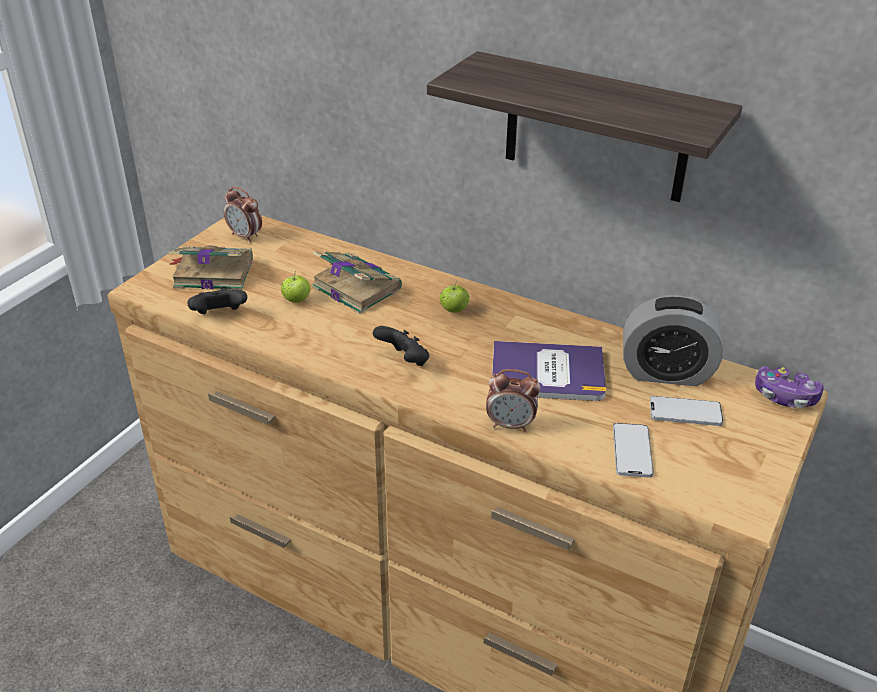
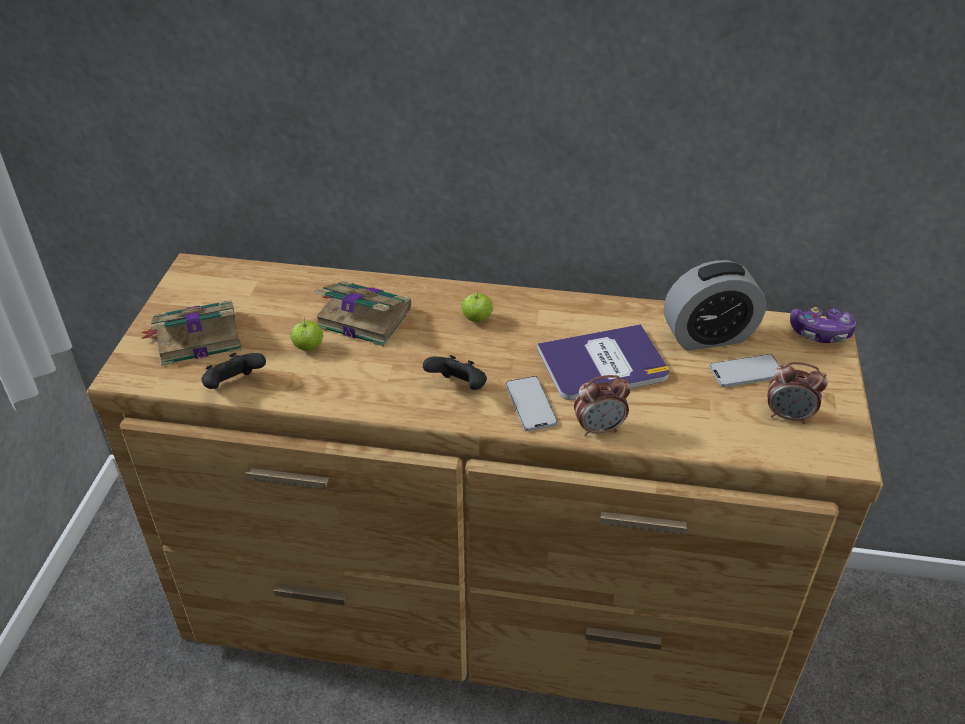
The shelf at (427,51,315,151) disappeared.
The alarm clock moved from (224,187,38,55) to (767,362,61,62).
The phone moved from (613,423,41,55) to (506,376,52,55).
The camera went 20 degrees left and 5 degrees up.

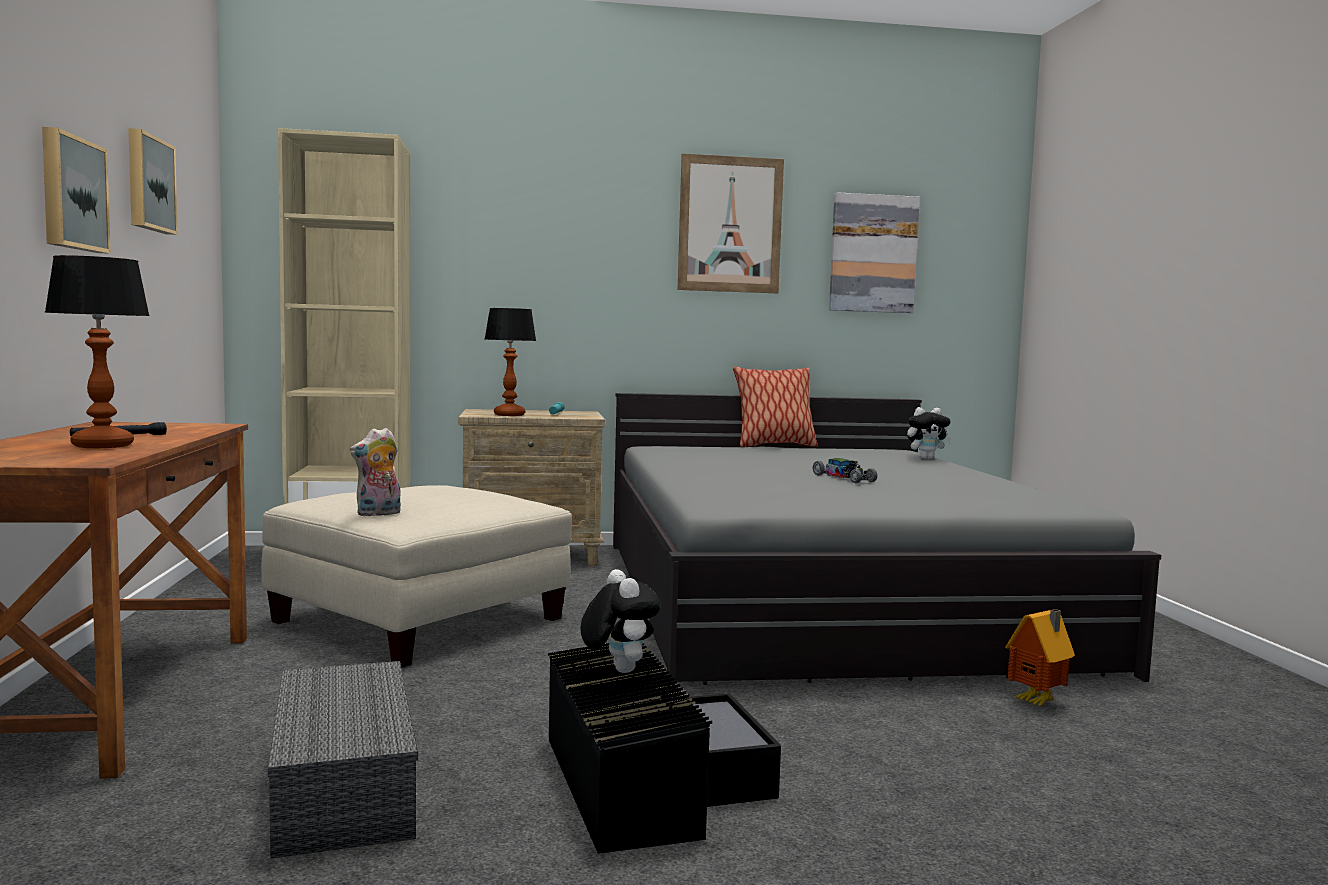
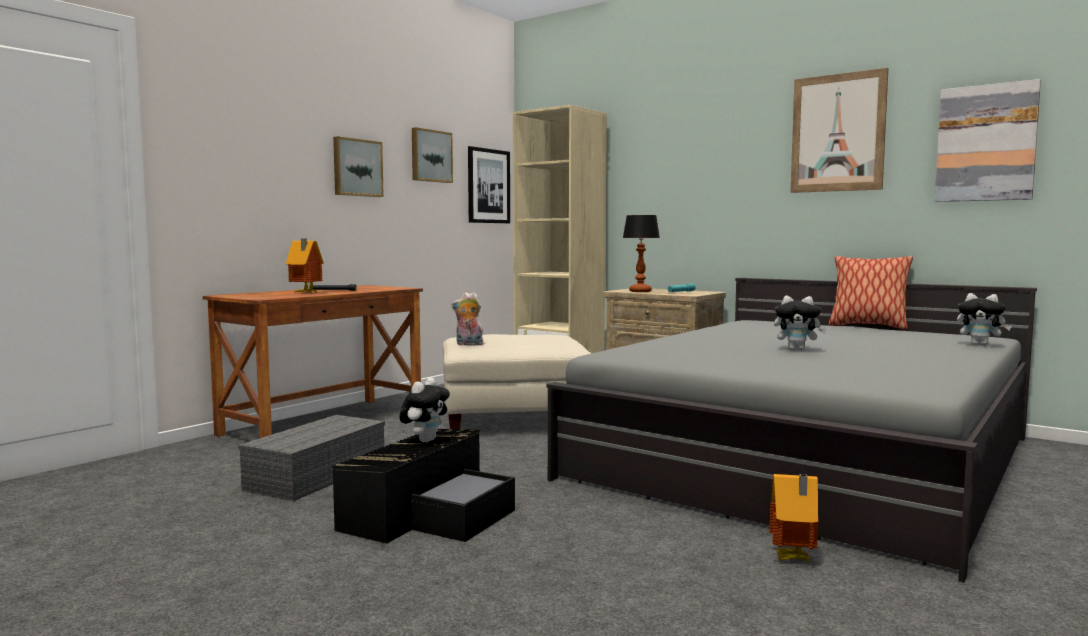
The table lamp at (45,255,105,193) was replaced by the toy house at (286,239,38,54).
The toy car at (813,458,64,25) was replaced by the plush toy at (774,295,53,56).
The picture at (468,146,42,77) appeared.
The camera went 45 degrees right and 0 degrees up.

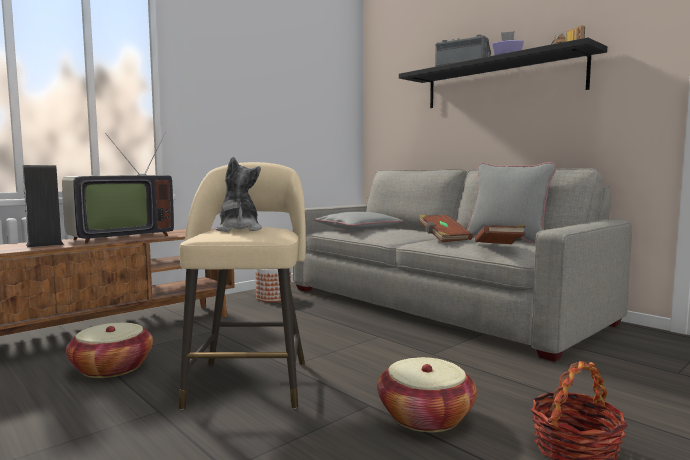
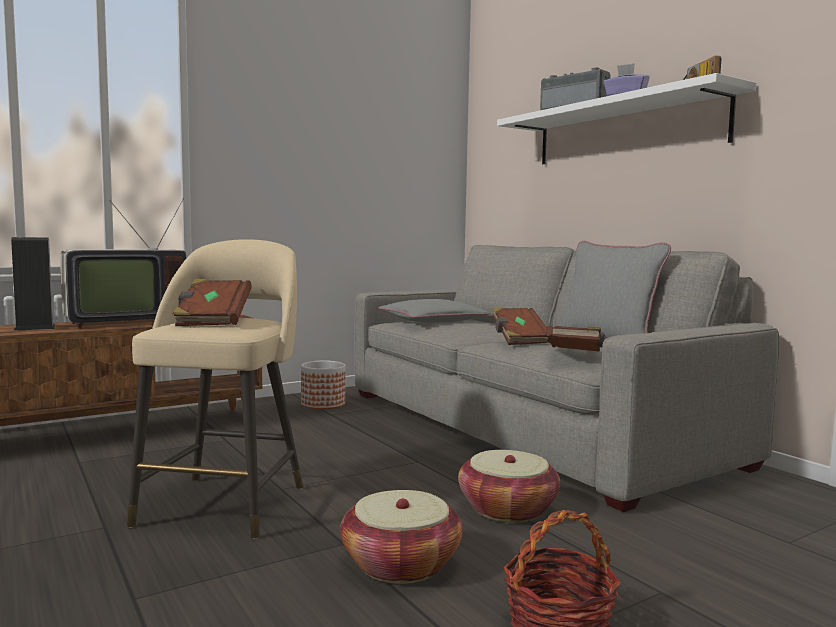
The shelf (black) at (399,38,208,70) became the shelf (white) at (497,73,259,91).
The plush toy at (216,157,46,75) was replaced by the book (brown) at (173,279,79,47).
The basket moved from (66,323,87,55) to (458,450,102,73).
The camera went 10 degrees right and 0 degrees up.

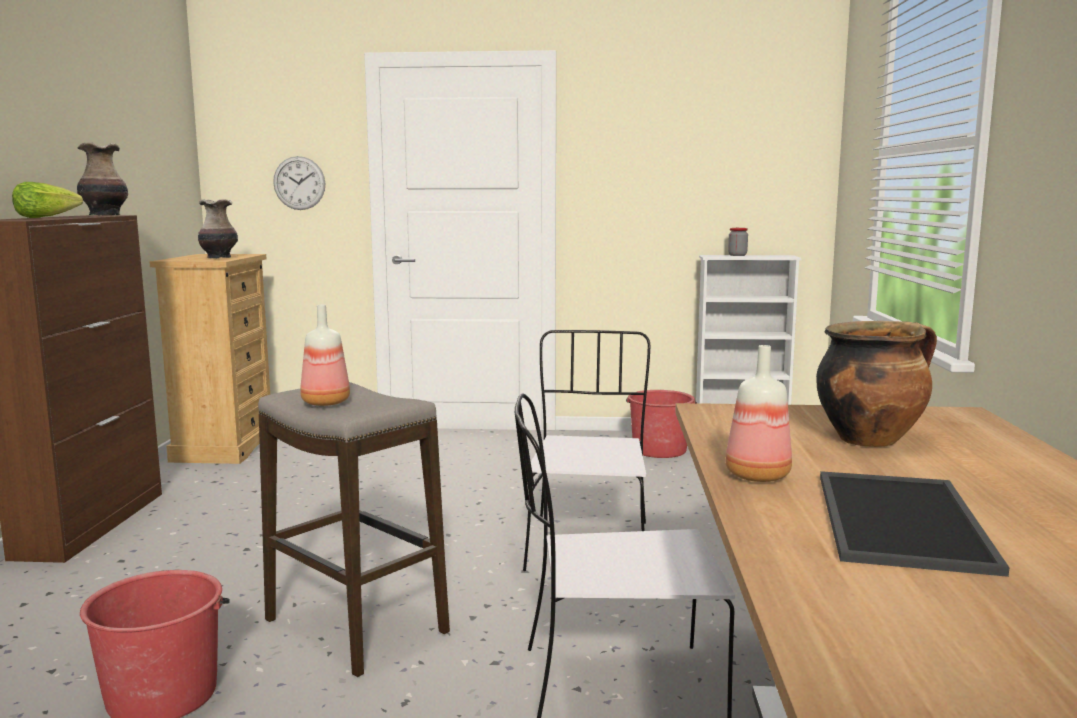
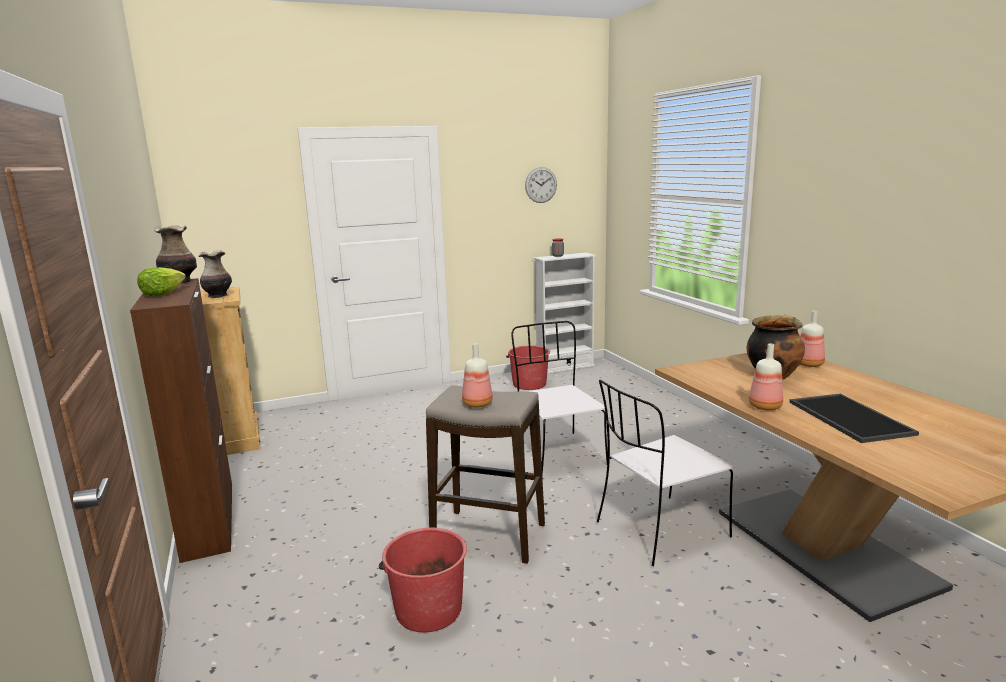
The wall clock moved from (273,156,52,54) to (525,167,32,36).
The bottle at (800,311,25,56) appeared.
The camera went 25 degrees left and 5 degrees up.

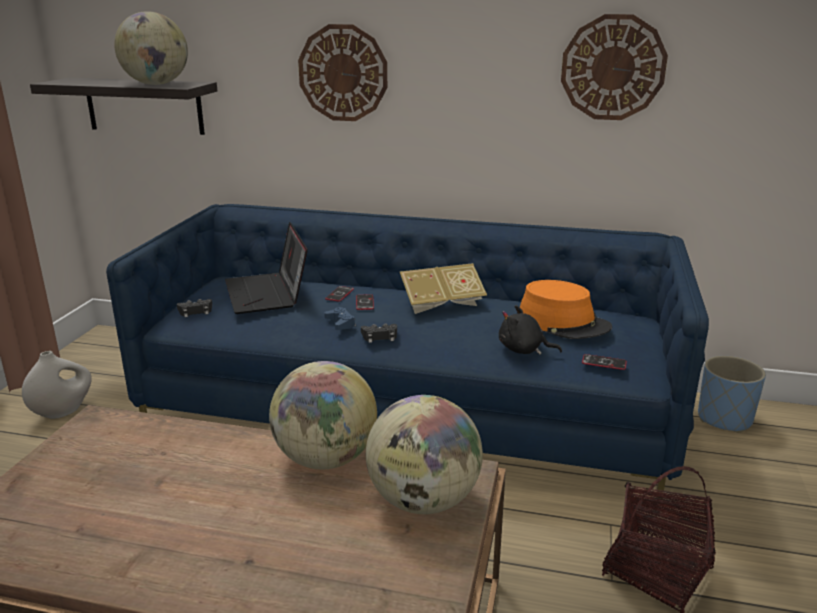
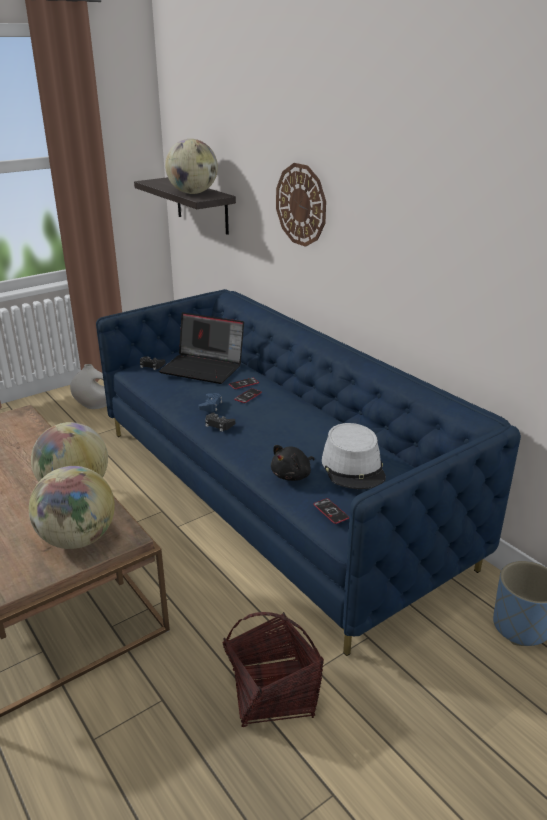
The wall clock at (561,14,107,106) disappeared.
The laptop at (225,222,83,92) turned 90 degrees counterclockwise.
The book at (400,263,87,51) disappeared.
The hat (orange) at (520,280,92,59) became the hat (grey) at (322,423,64,66).
The plush toy (black) at (499,305,63,50) turned 105 degrees counterclockwise.
The camera went 40 degrees right and 5 degrees up.

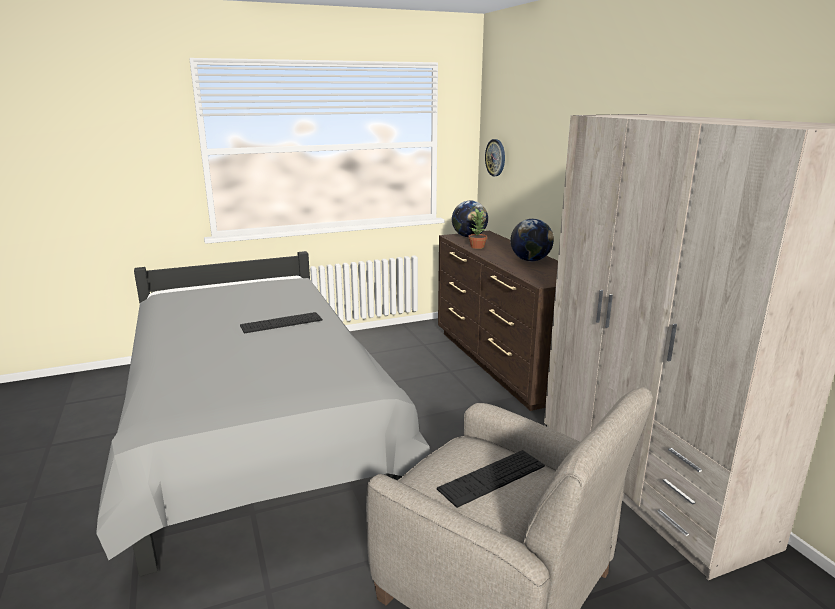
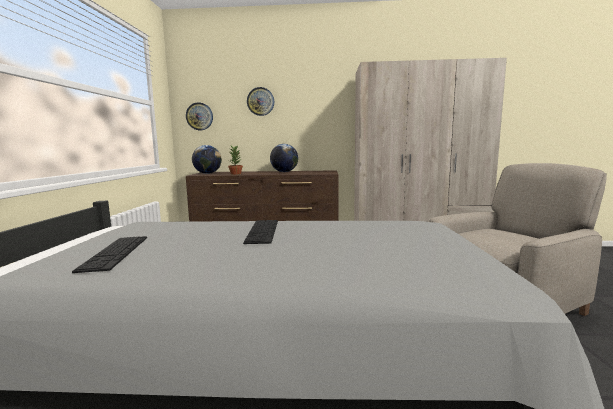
The keyboard moved from (437,450,108,58) to (72,236,75,37).
The wall clock at (247,87,27,29) appeared.
The camera went 65 degrees left and 10 degrees down.

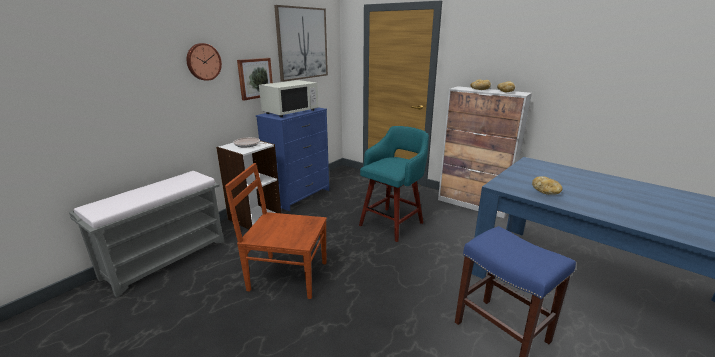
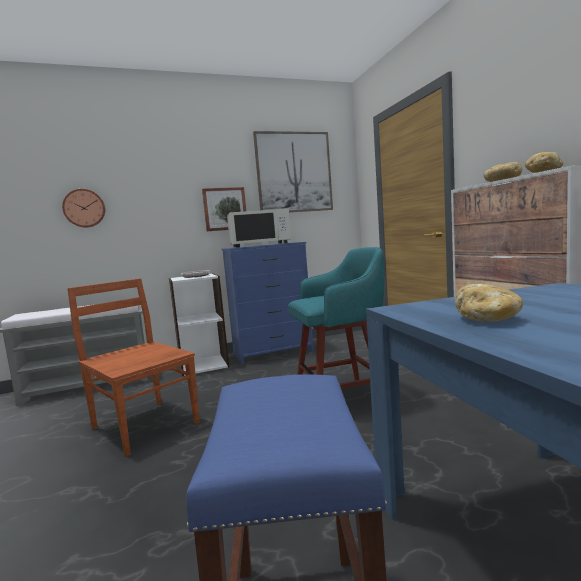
The wall clock moved from (186,43,36,38) to (62,189,43,39).
The camera went 35 degrees right and 15 degrees down.

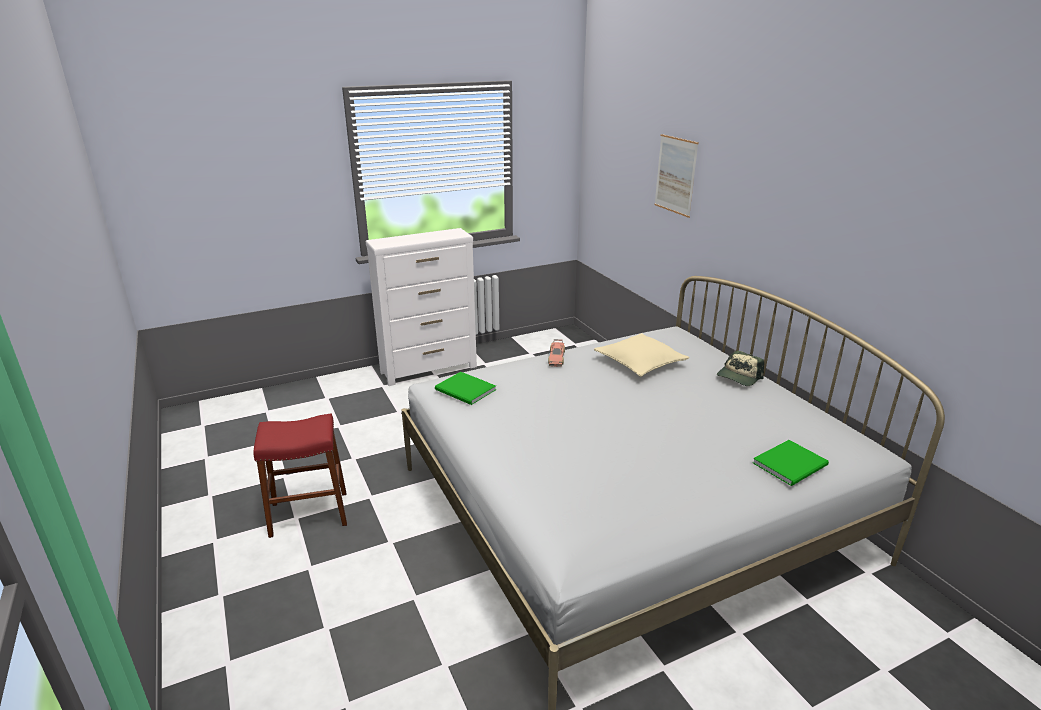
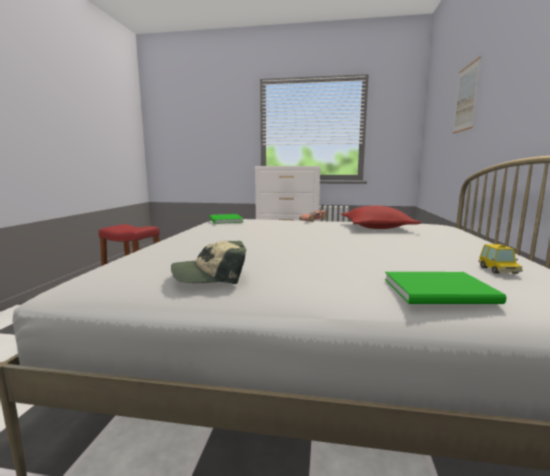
The pillow (beige) at (594,333,96,44) became the pillow (red) at (341,206,80,23).
The cap moved from (717,350,47,36) to (171,241,75,43).
The toy car at (478,244,44,30) appeared.
The camera went 35 degrees right and 15 degrees down.

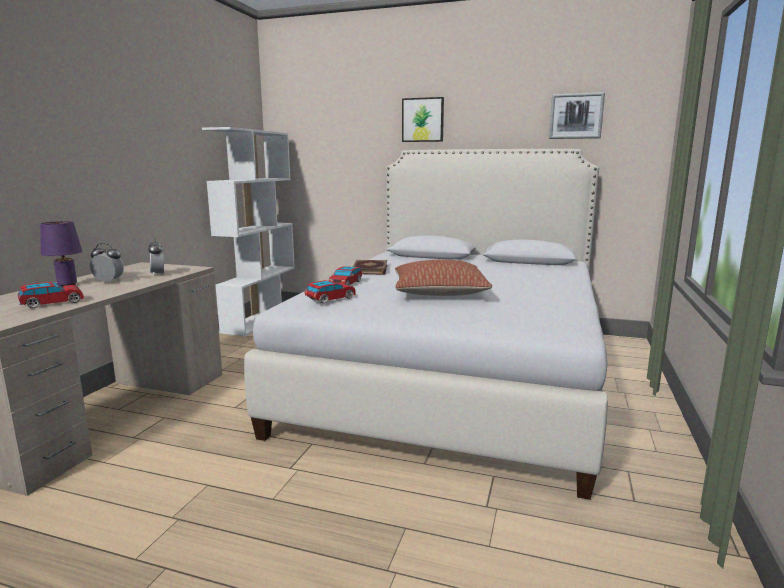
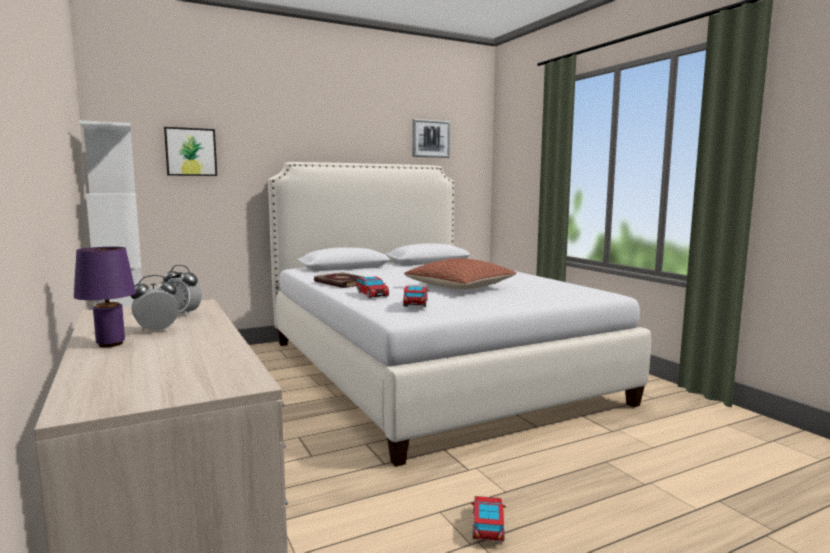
The picture moved from (402,97,42,45) to (164,127,53,49).
The toy car moved from (18,282,66,26) to (471,496,35,47).
The camera went 45 degrees left and 5 degrees down.

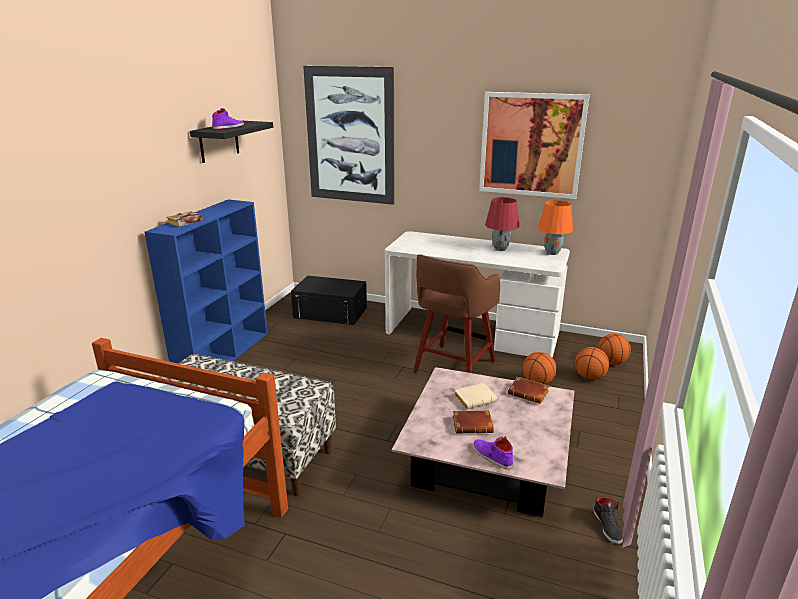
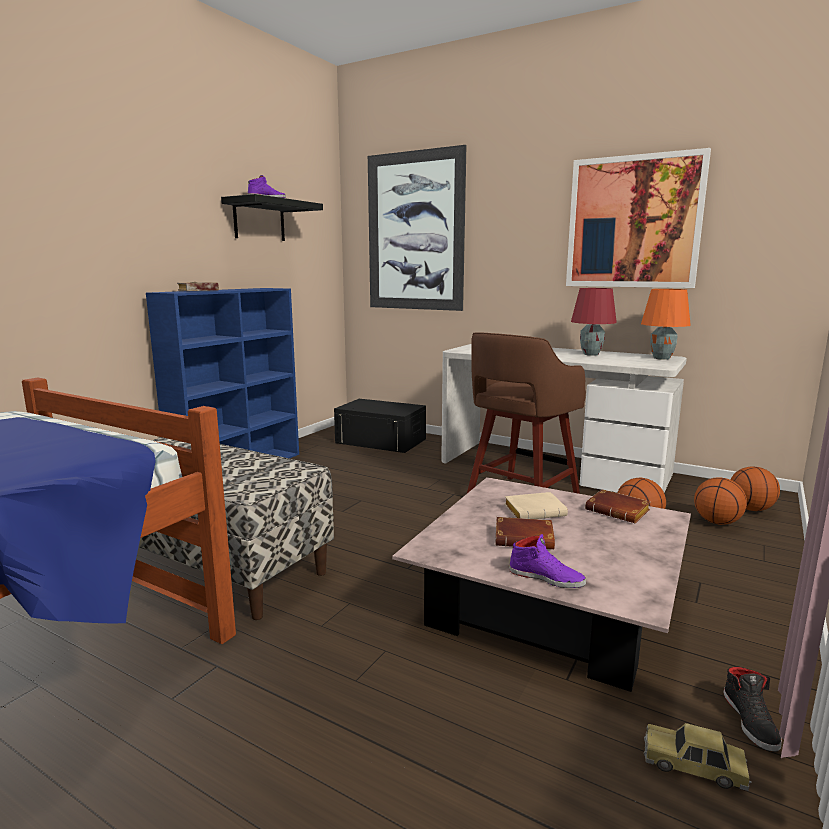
The shoe (purple) at (473,436,40,33) turned 150 degrees clockwise.
The toy car at (644,723,108,68) appeared.
The camera went 10 degrees right and 10 degrees down.

